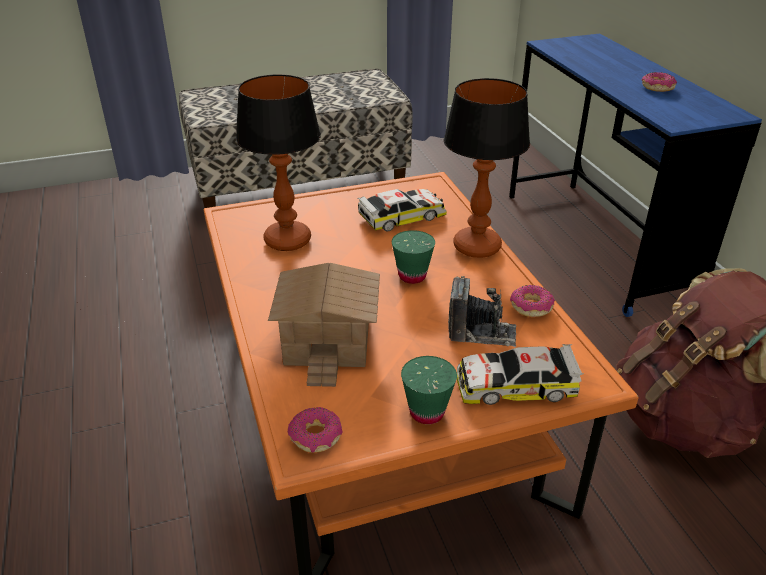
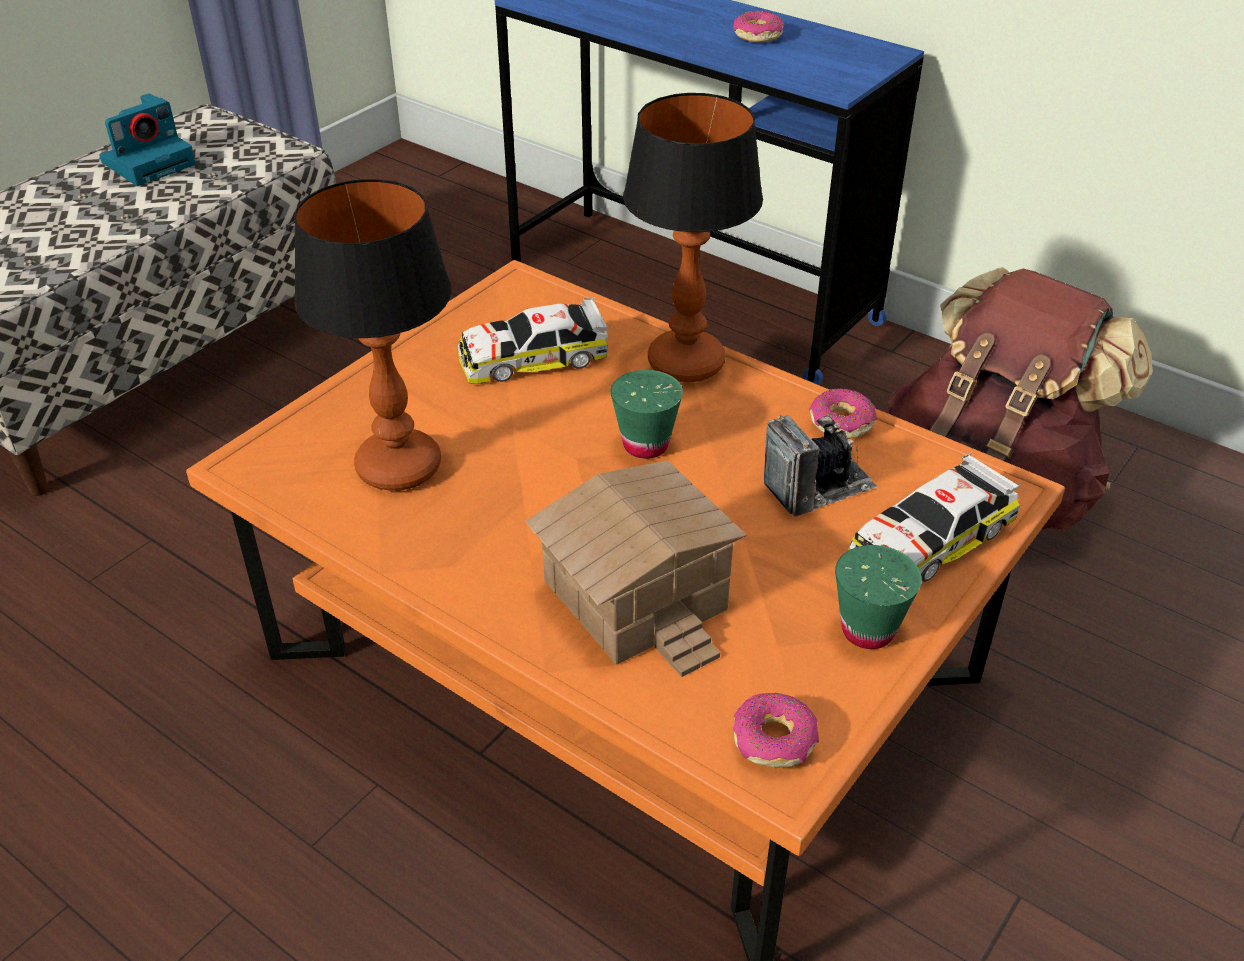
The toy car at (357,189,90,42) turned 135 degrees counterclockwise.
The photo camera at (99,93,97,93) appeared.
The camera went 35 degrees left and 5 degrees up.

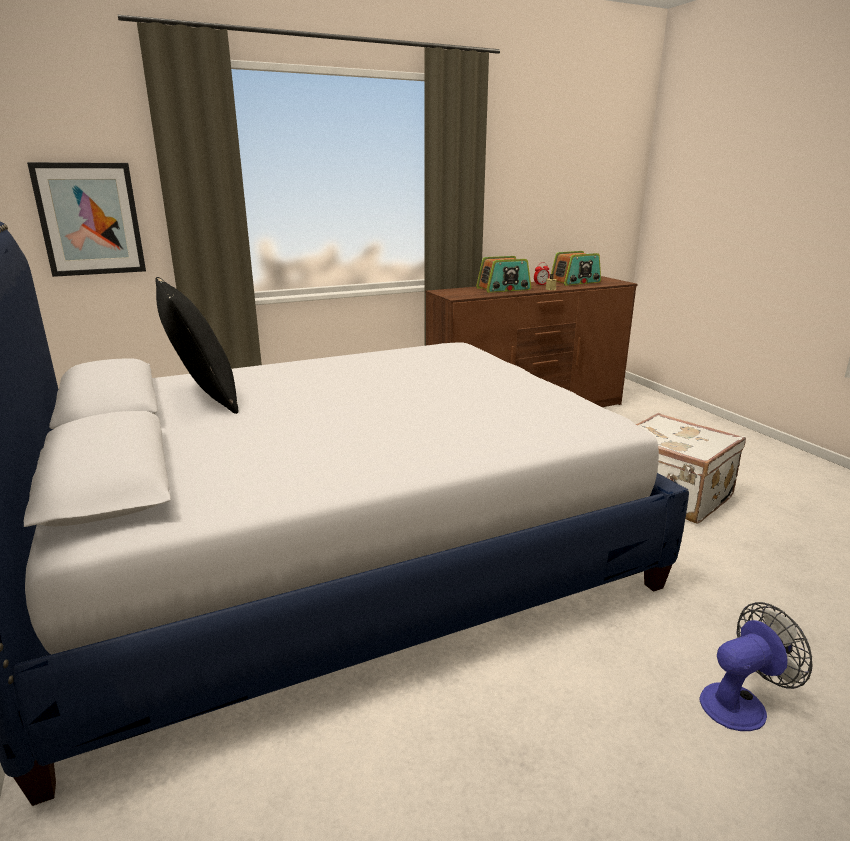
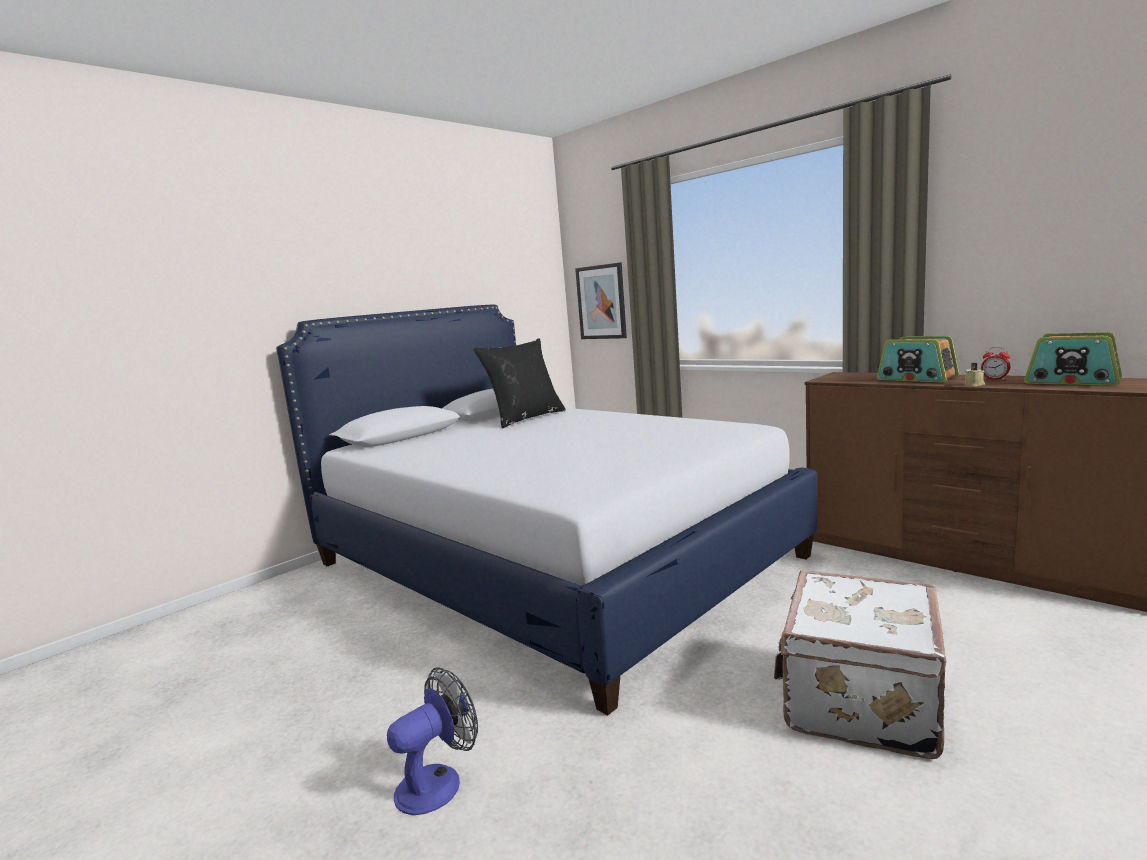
The fan at (699,602,113,129) turned 90 degrees counterclockwise.
The camera went 70 degrees right and 10 degrees down.

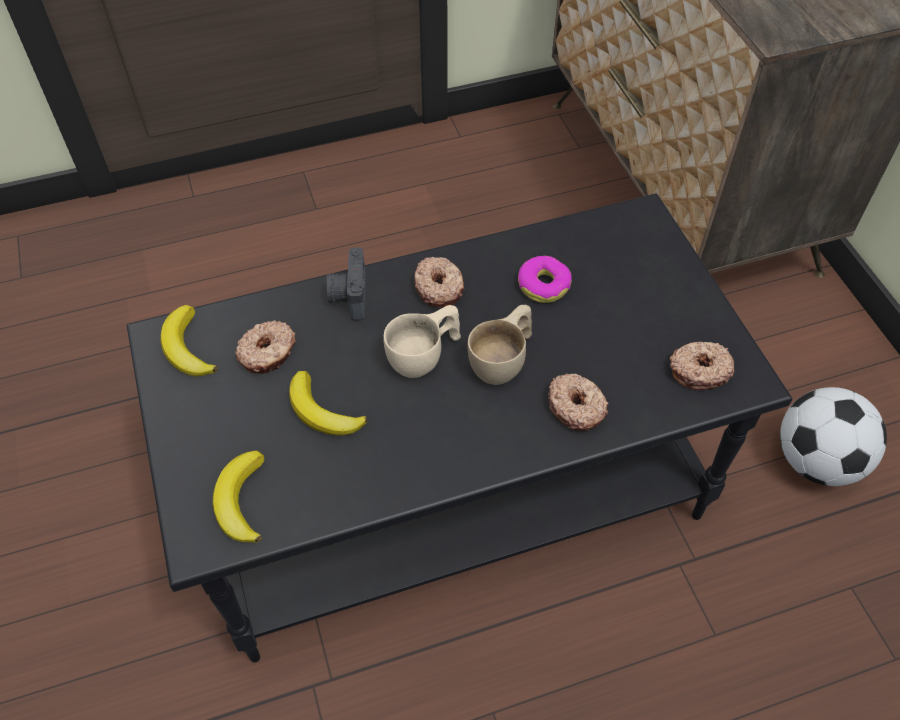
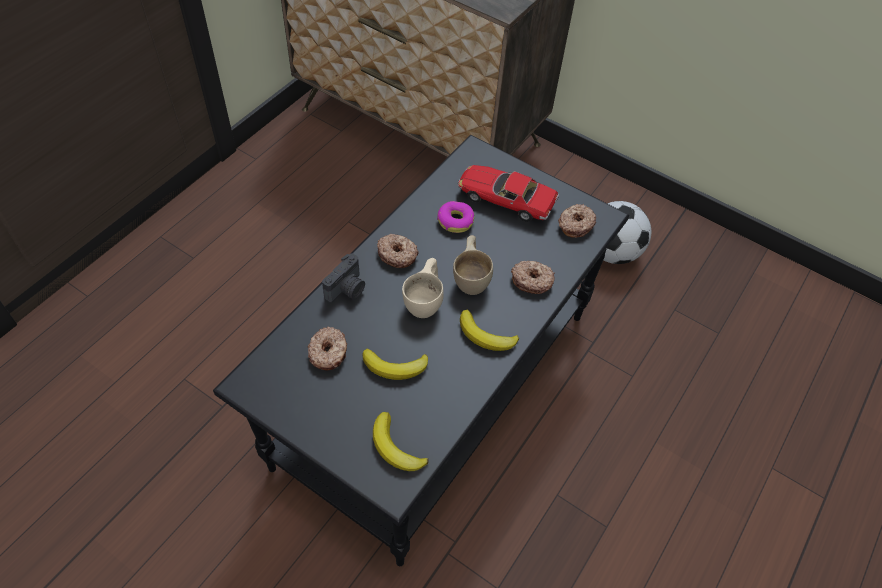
The photo camera at (327,247,39,74) turned 105 degrees counterclockwise.
The banana moved from (160,305,58,72) to (460,310,59,41).
The toy car at (458,165,101,57) appeared.
The camera went 40 degrees left and 0 degrees up.

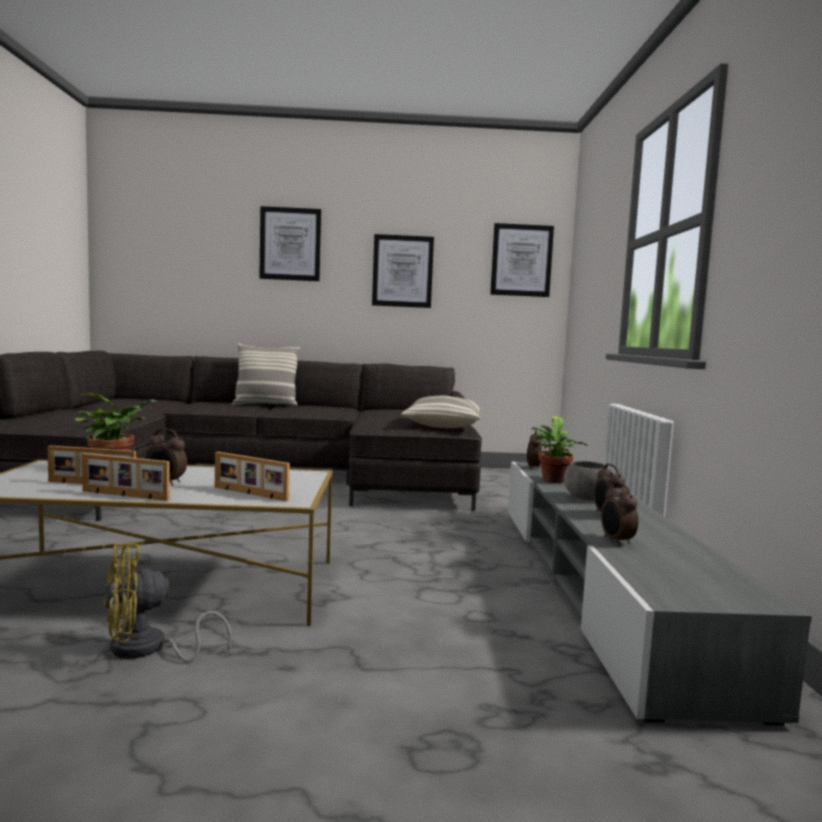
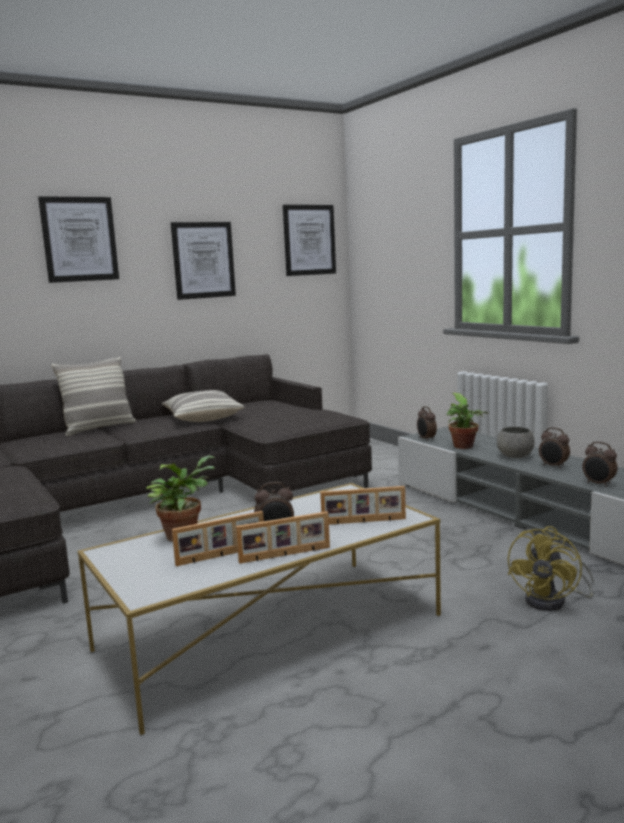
The pillow moved from (401,396,81,32) to (162,390,83,32).
The fan (yellow) moved from (104,543,128,119) to (508,526,86,85).
The camera went 30 degrees left and 5 degrees up.

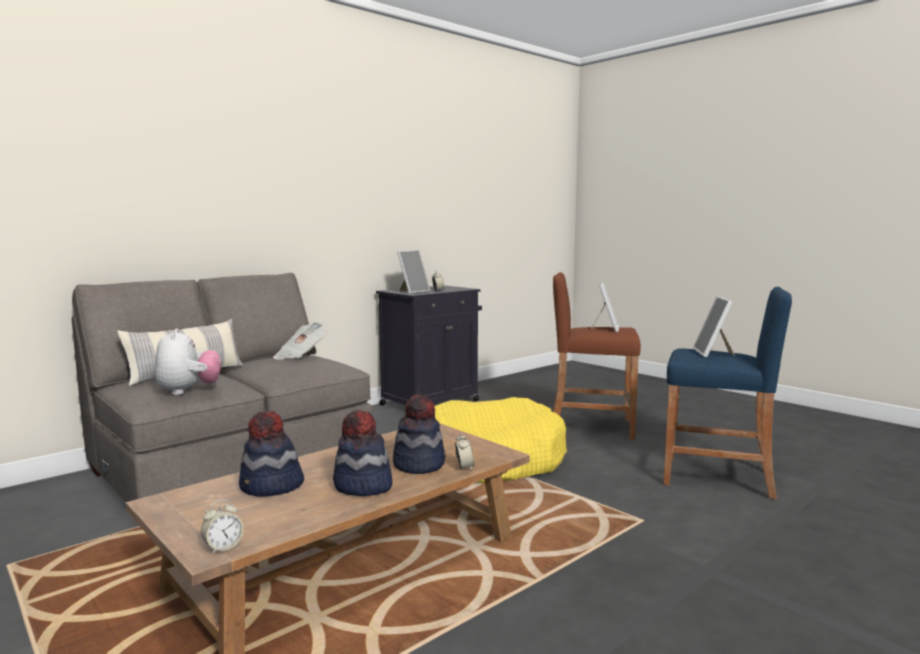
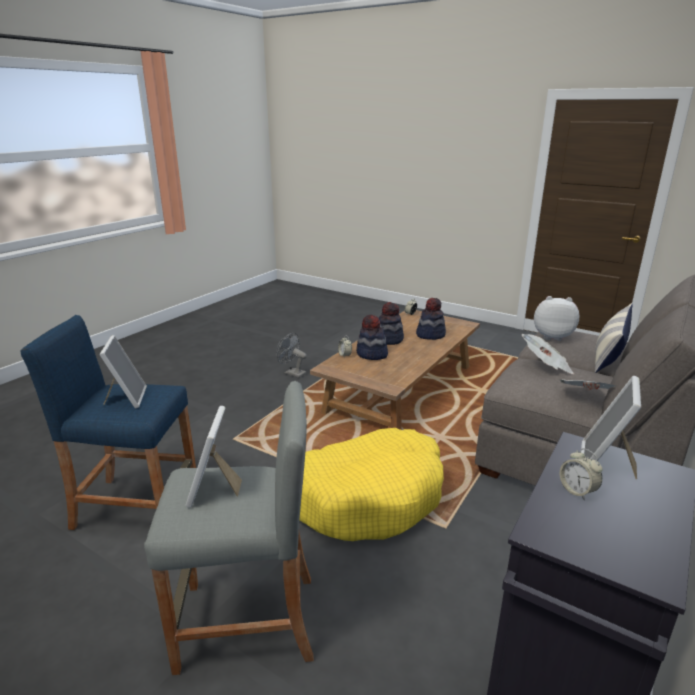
The stool (brown) at (553,272,88,167) became the stool (grey) at (144,381,170,294).
The plush toy at (154,329,67,66) turned 135 degrees clockwise.
The fan (grey) at (276,333,31,45) appeared.
The newspaper at (521,334,53,40) appeared.
The camera went 165 degrees right and 15 degrees up.

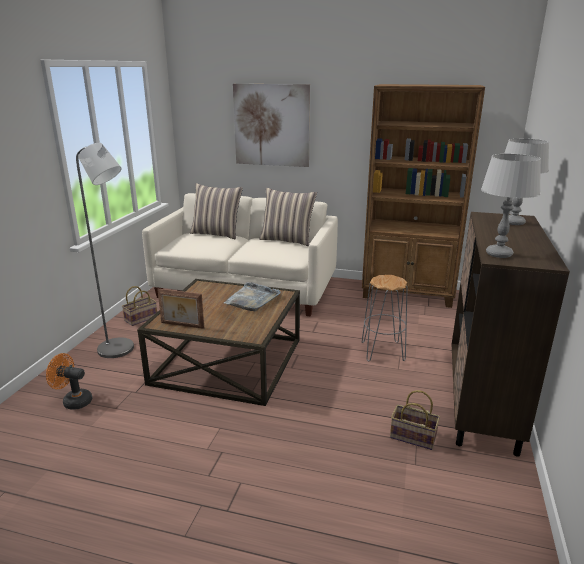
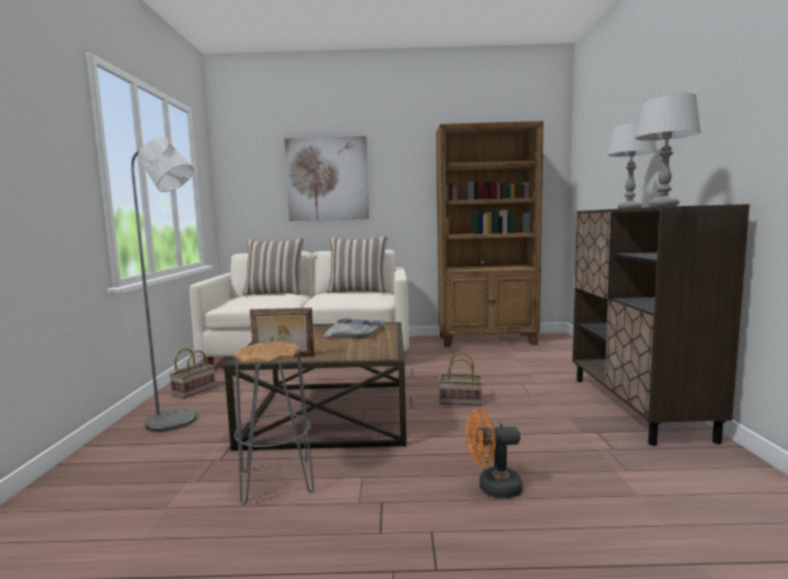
The stool (grey) moved from (362,275,46,86) to (234,342,80,163).
The fan (orange) moved from (46,353,46,57) to (466,408,57,90).
The basket moved from (390,390,50,60) to (439,352,43,54).
The camera went 15 degrees left and 15 degrees down.

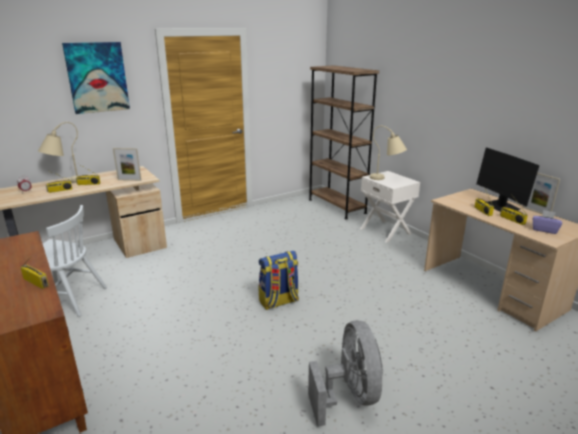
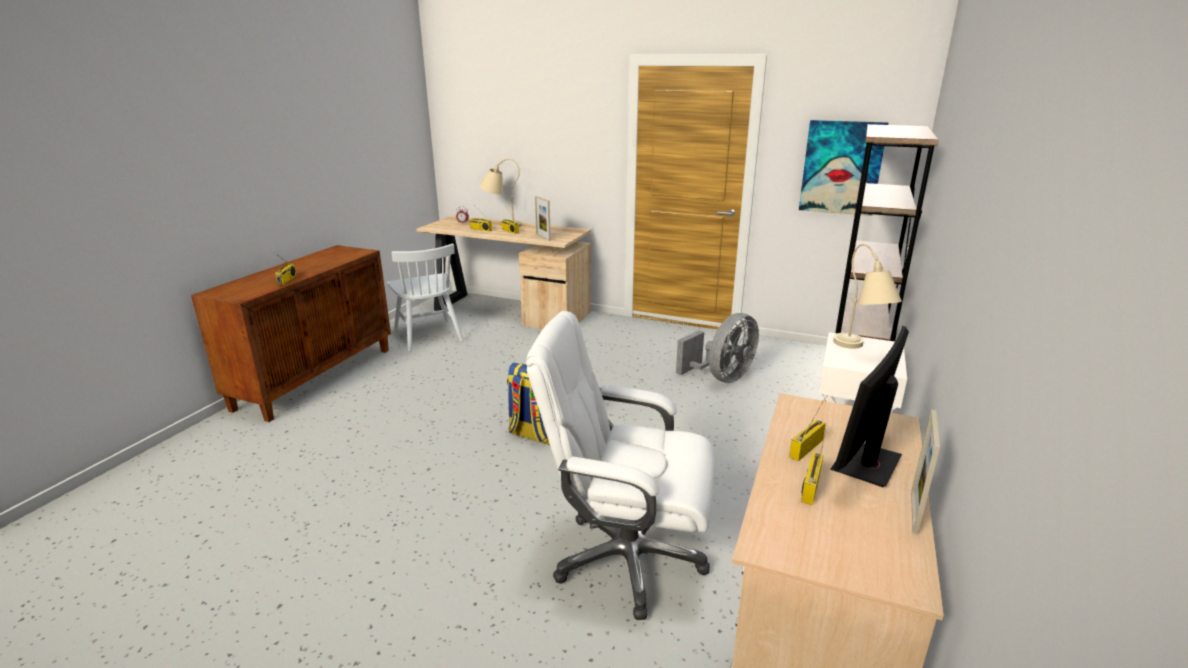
The picture moved from (62,42,68,72) to (799,120,89,96).
The tissue box (purple) at (533,210,29,24) disappeared.
The fan (grey) moved from (308,321,75,105) to (676,313,83,70).
The office chair (white) at (526,311,190,309) appeared.
The camera went 55 degrees right and 0 degrees up.

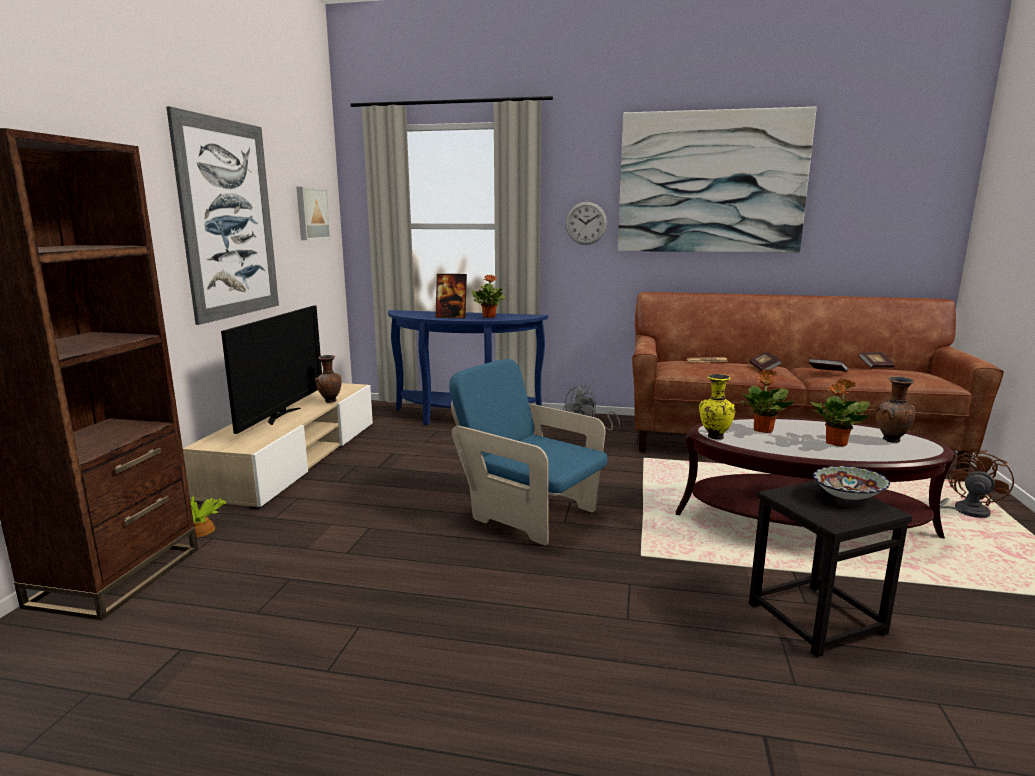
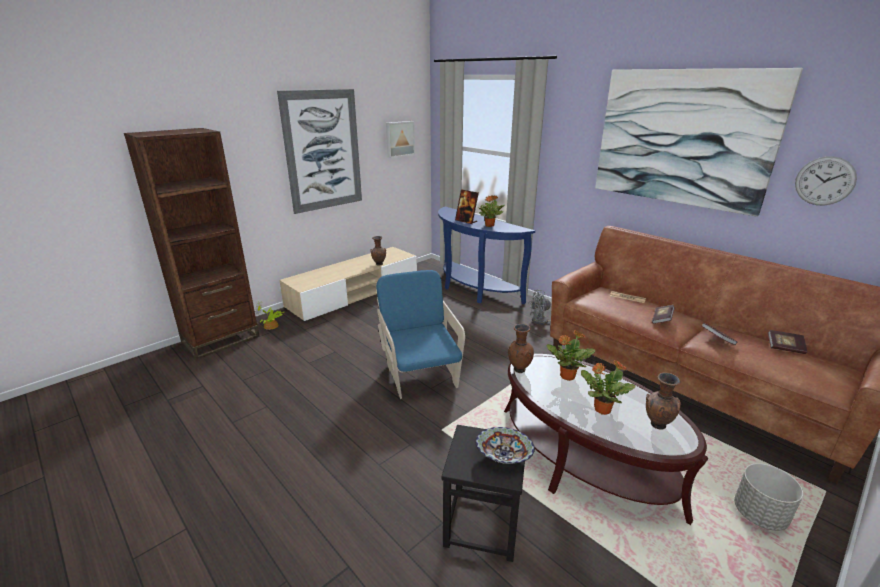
The wall clock moved from (565,202,42,43) to (795,156,62,50).
The television at (221,306,101,128) disappeared.
The vase (yellow) at (699,374,37,66) became the vase (brown) at (508,324,26,49).
The fan (brown) at (940,450,74,68) was replaced by the planter (grey) at (734,463,69,68).
The camera went 35 degrees right and 10 degrees up.

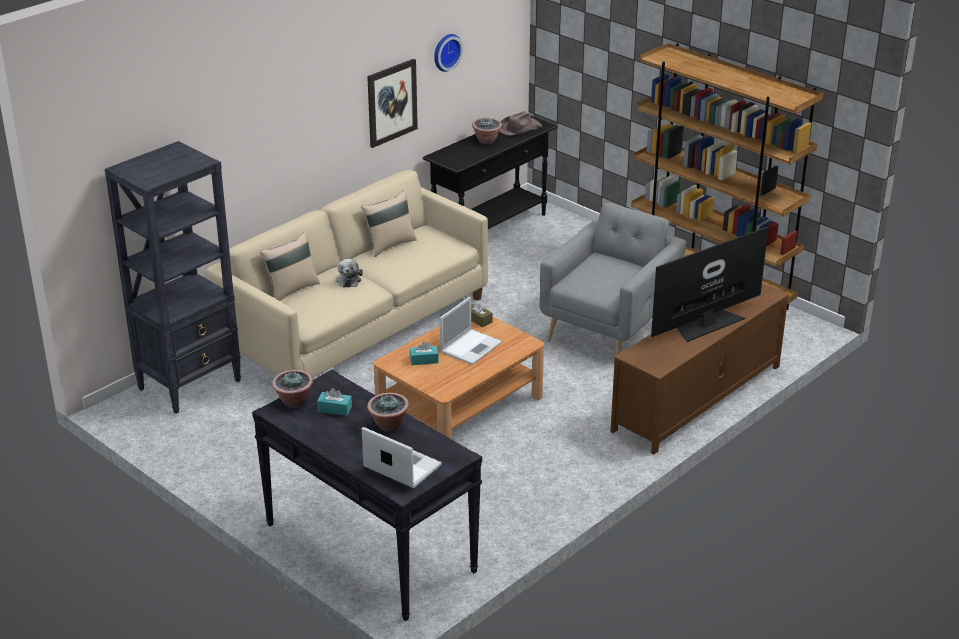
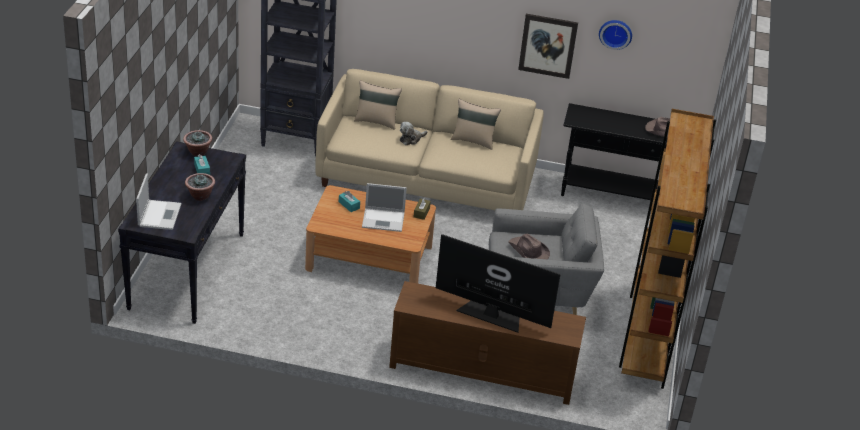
The potted plant at (472,117,30,27) disappeared.
The hat (brown) at (508,234,42,25) appeared.
The camera went 55 degrees right and 5 degrees up.

